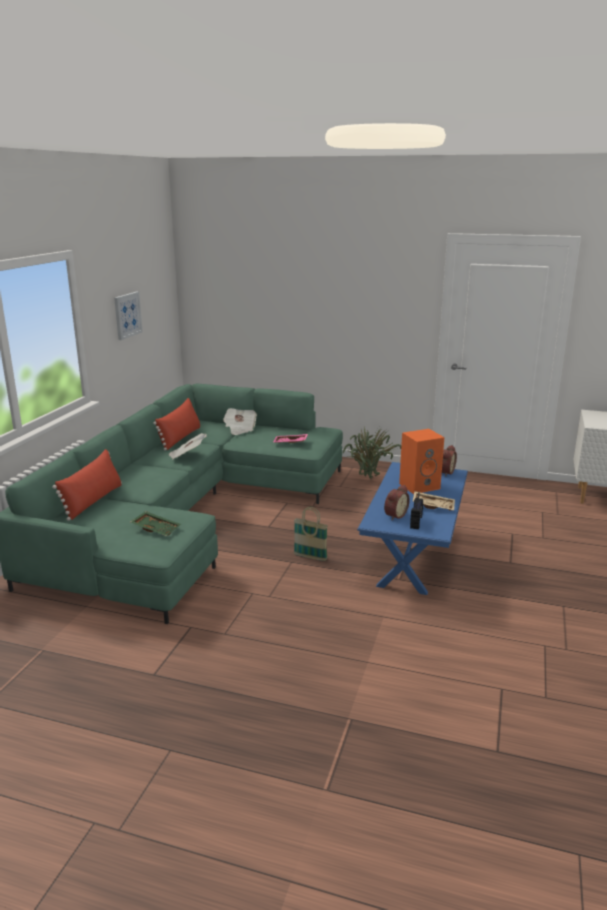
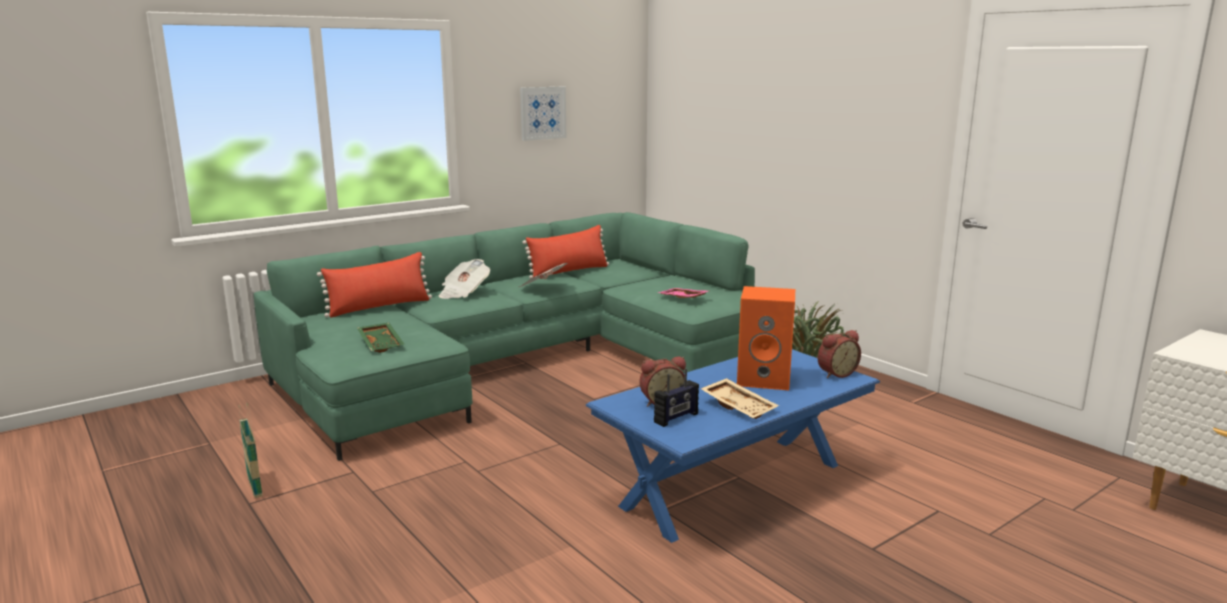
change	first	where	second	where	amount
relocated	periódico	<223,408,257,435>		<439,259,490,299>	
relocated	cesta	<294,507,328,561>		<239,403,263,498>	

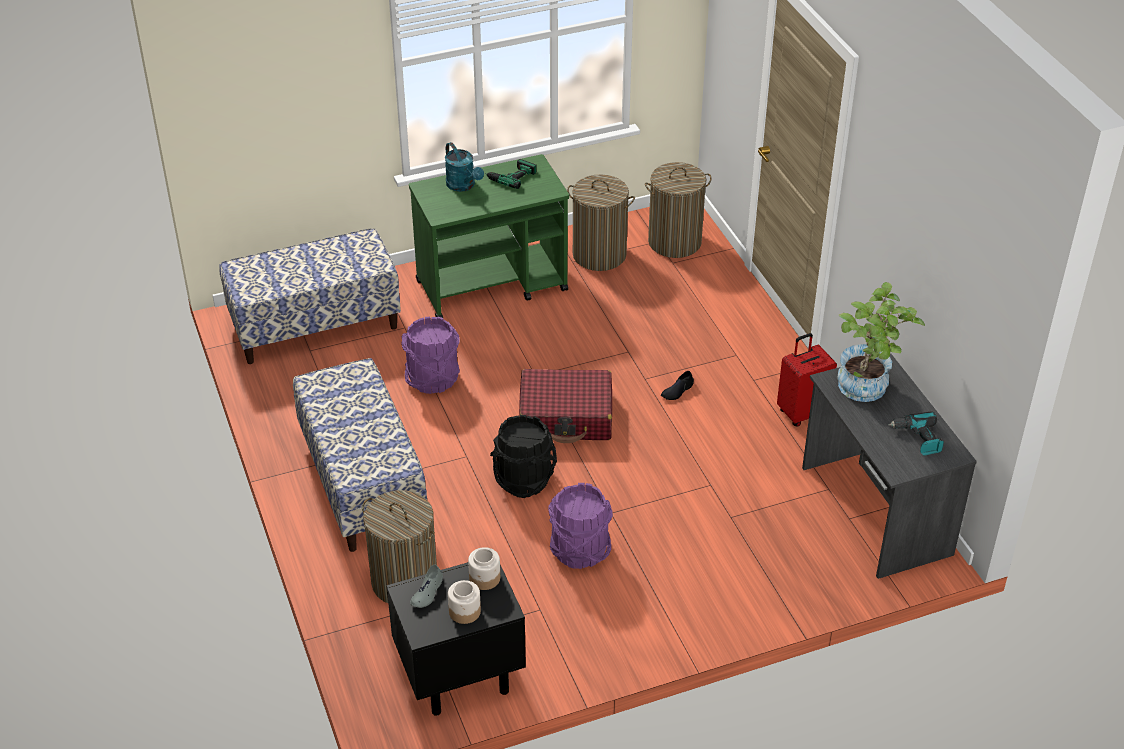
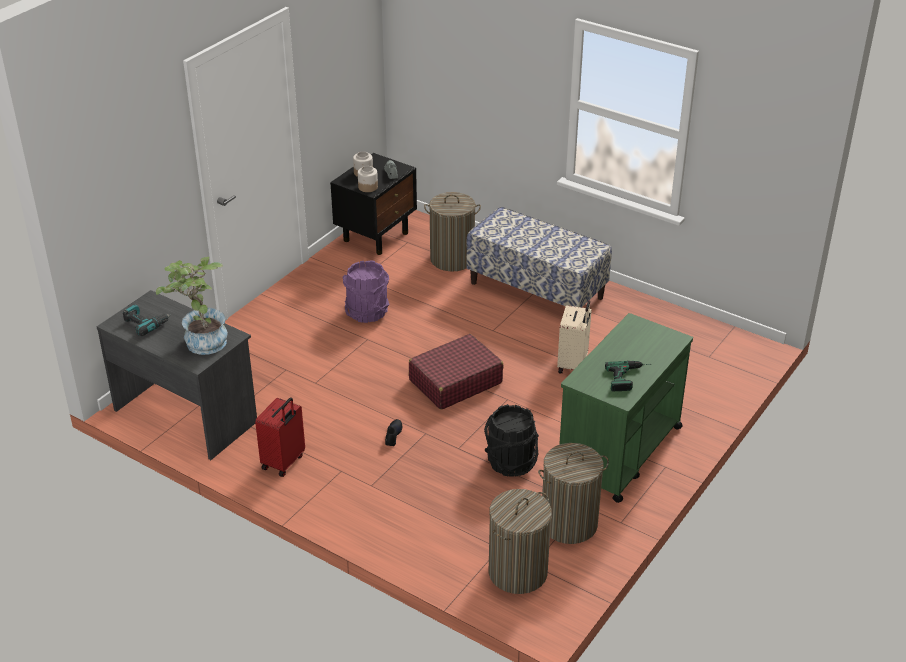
change	first	where	second	where	amount
missing	banco	<219,228,401,364>			
missing	regadera/turquesa	<445,142,484,192>			
relocated	cubo/negro	<490,415,557,498>		<484,404,539,476>	
exchanged	cubo/morado	<401,317,460,394>	maleta/beis	<557,301,592,374>	

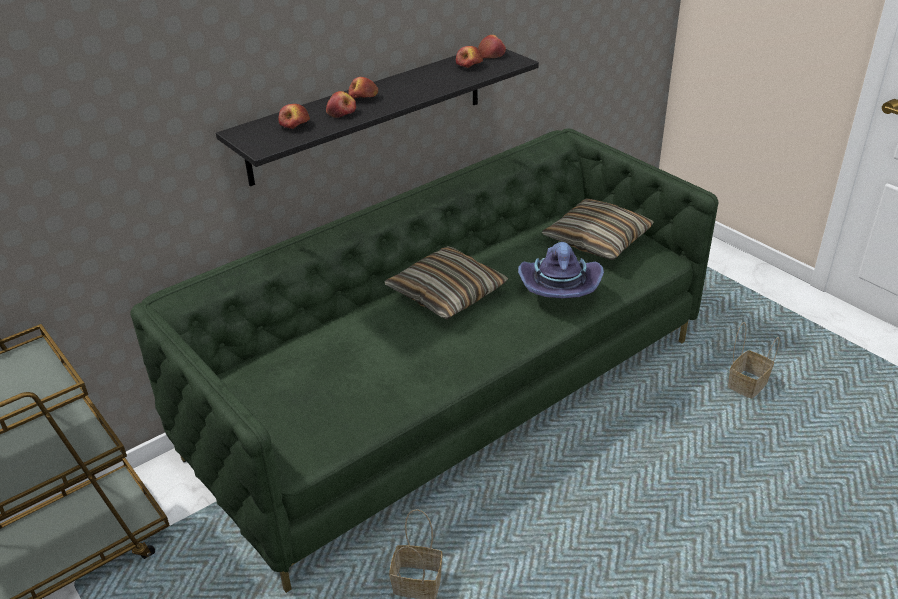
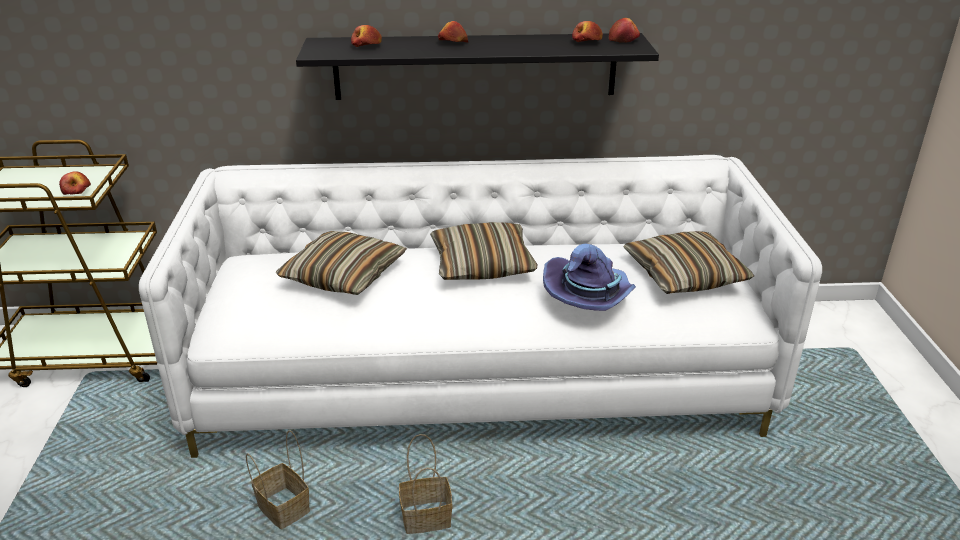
change	first	where	second	where	amount
appeared			cojín	<275,231,407,295>	
relocated	manzana	<326,91,356,118>		<59,171,91,195>	
relocated	cesta	<728,322,780,399>		<399,434,453,534>	
colour	sofá/verde	<130,128,719,593>	sofá/blanco	<139,155,822,458>	

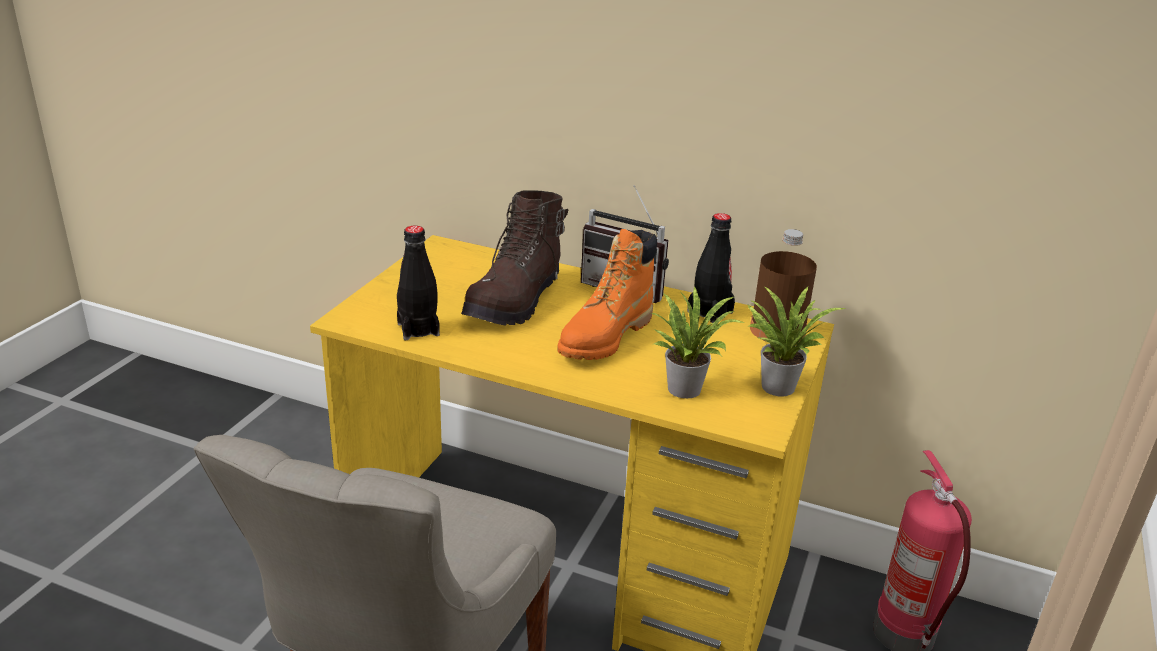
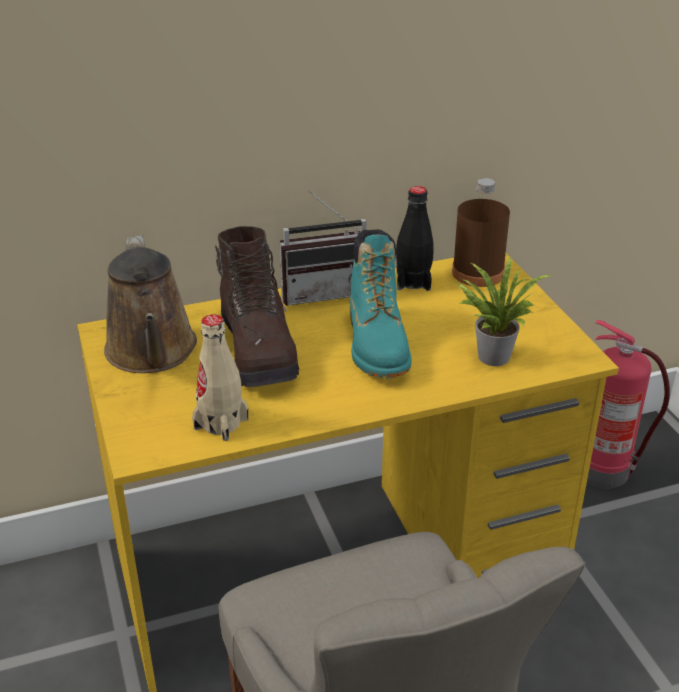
change	first	where	second	where	amount
missing	planta en maceta	<747,286,847,397>			
appeared			regadera/marrón	<104,235,197,373>	
colour	botella/negro	<397,226,440,340>	botella/beis	<192,314,248,441>	
colour	bota/naranja	<557,229,657,360>	bota/turquesa	<350,229,411,379>	

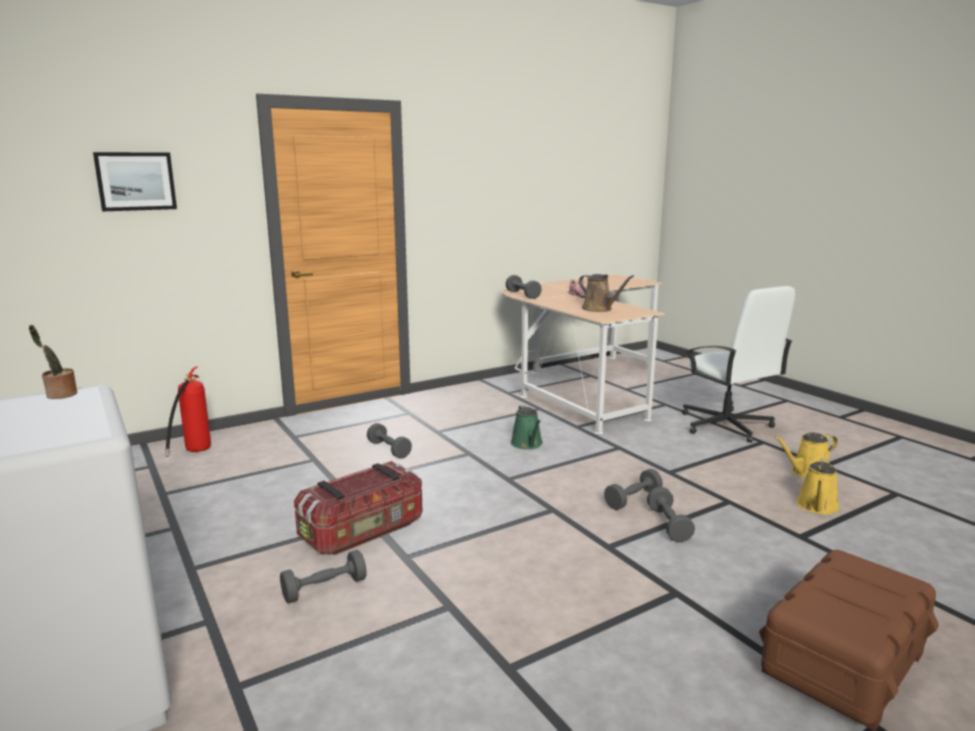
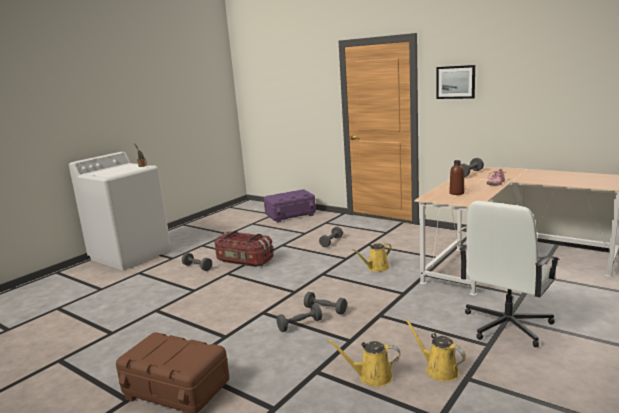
change	first	where	second	where	amount
relocated	cuadro	<93,152,177,211>		<436,65,475,99>	
exchanged	extintor	<165,367,211,457>	caja de almacenaje/morado	<264,189,316,223>	
exchanged	regadera/marrón	<579,274,634,312>	botella/marrón	<449,160,464,195>	
colour	regadera/verde	<511,405,543,449>	regadera/amarillo	<352,243,391,272>	

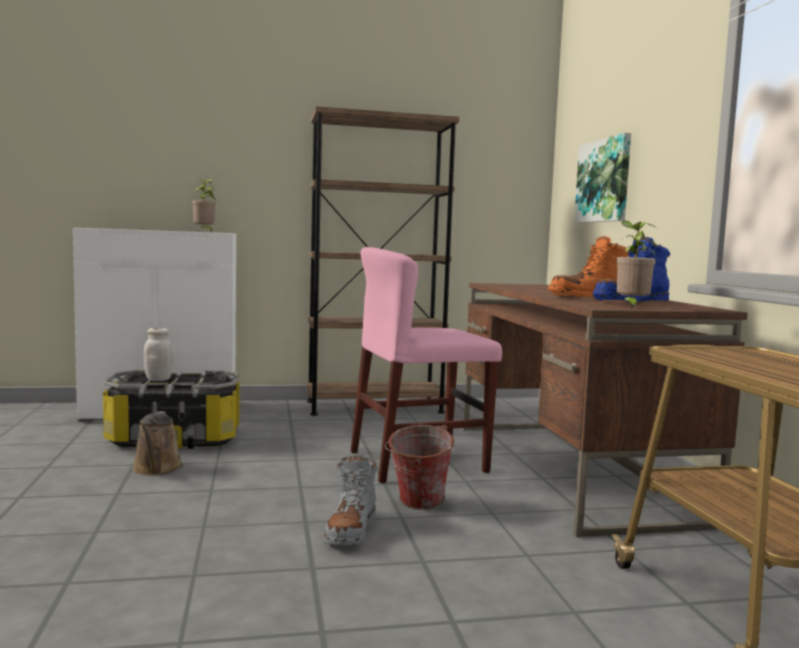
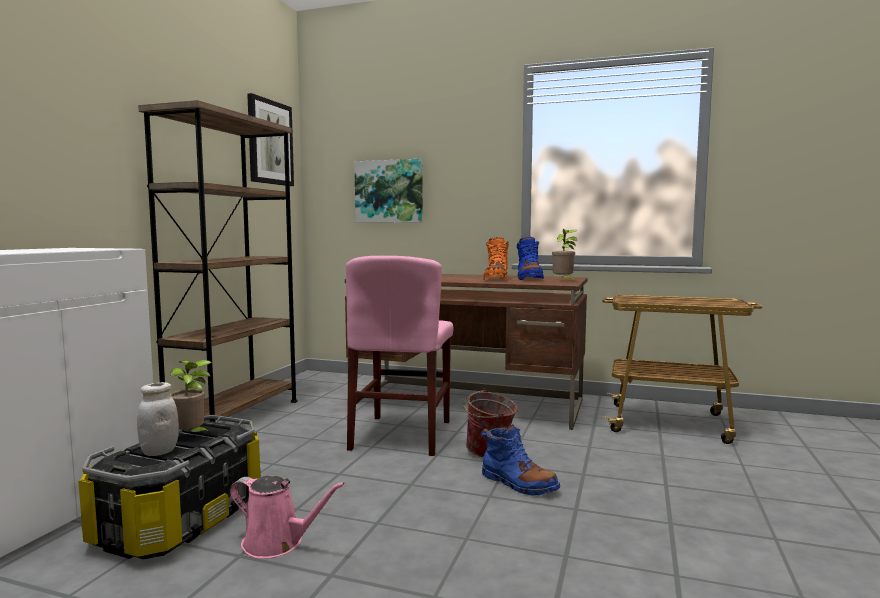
change	first	where	second	where	amount
appeared			cuadro	<247,93,294,186>	
relocated	planta en maceta	<192,178,216,232>		<170,360,212,434>	
colour	regadera/marrón	<132,411,183,476>	regadera/rosa	<230,476,345,559>	
colour	bota/gris	<324,456,377,545>	bota/azul	<480,424,560,496>	

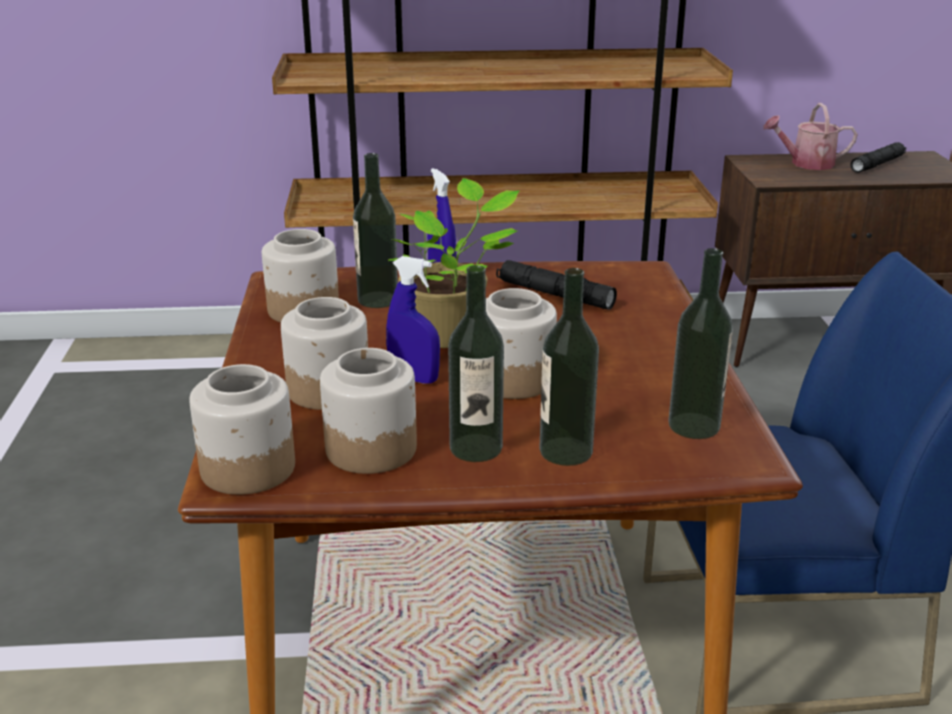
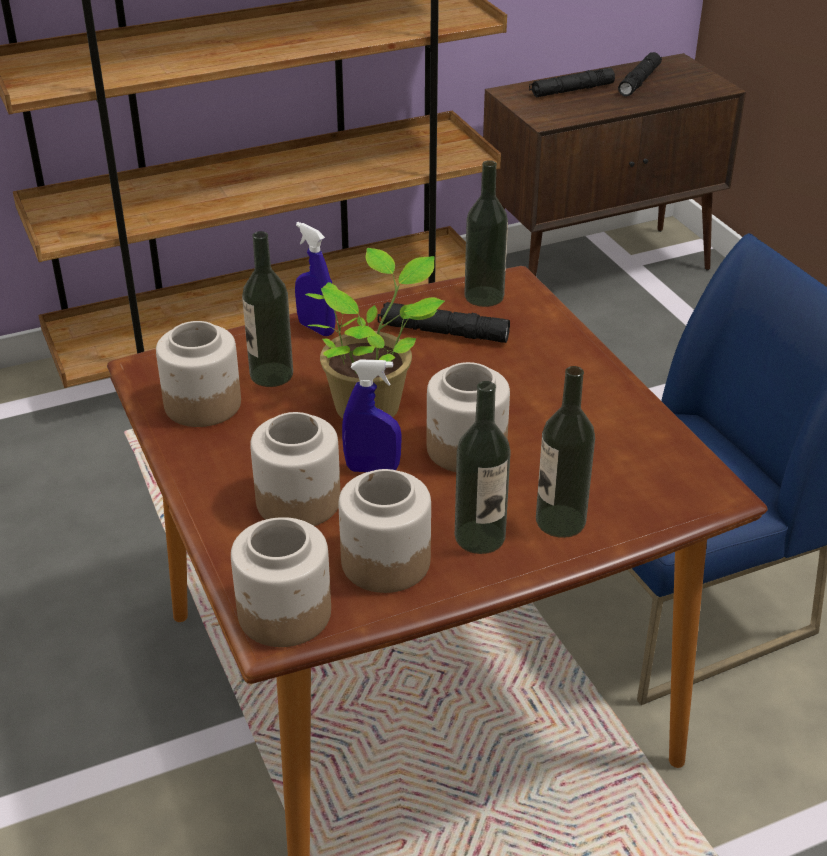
change	first	where	second	where	amount
relocated	botella	<668,248,733,439>		<464,160,508,307>	
exchanged	regadera	<763,103,858,170>	linterna/negro	<529,68,615,97>	

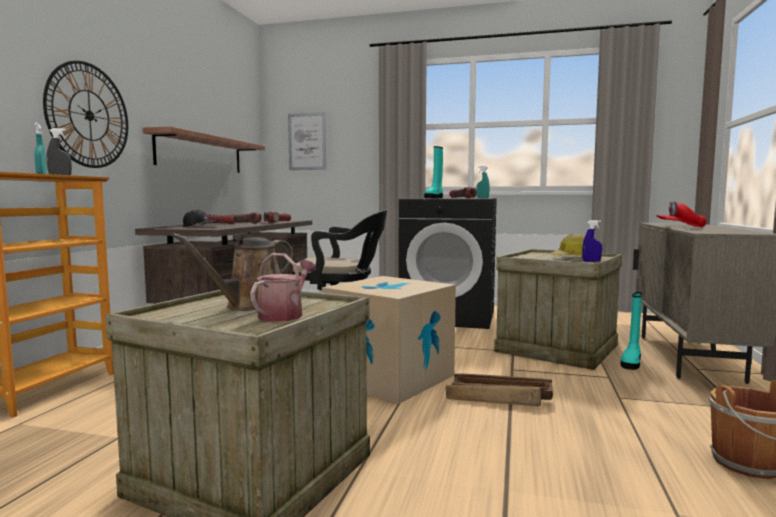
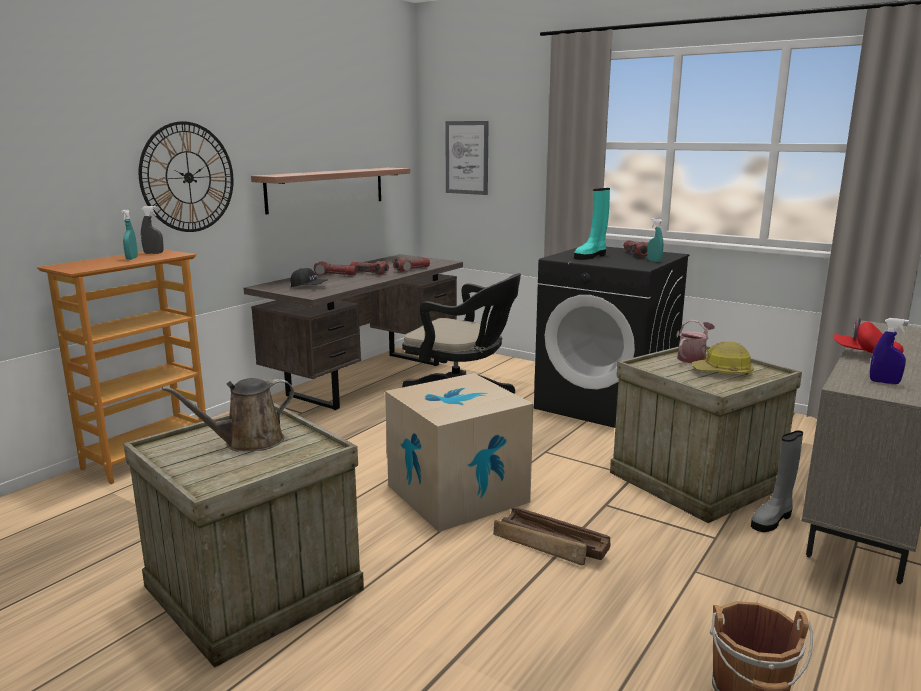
change	first	where	second	where	amount
relocated	regadera	<250,253,316,322>		<677,320,715,363>	
relocated	pulverizador/azul	<582,220,602,262>		<870,318,909,384>	
colour	bota/turquesa	<621,292,642,370>	bota/gris	<751,430,803,532>	

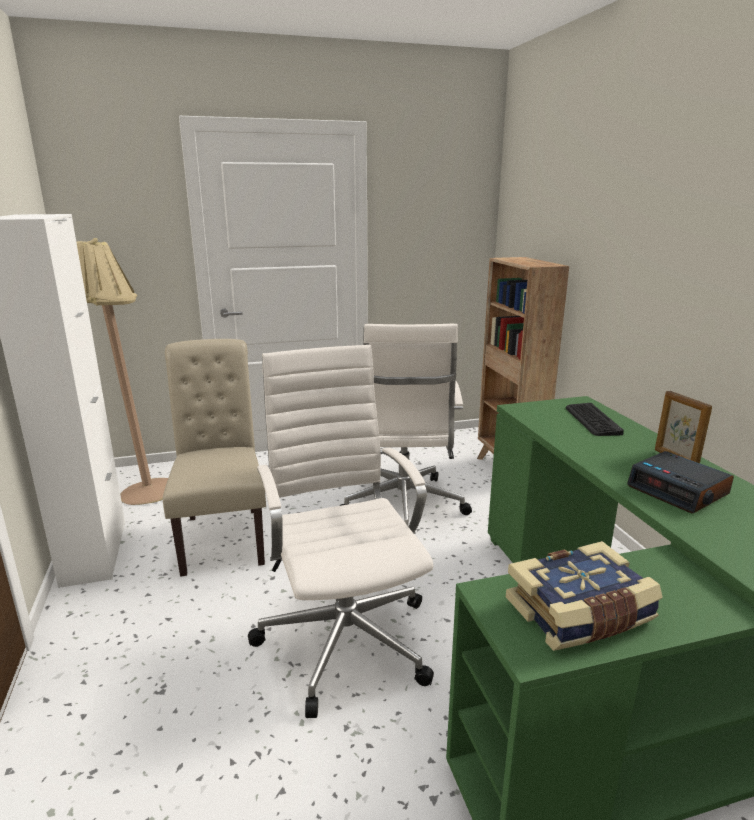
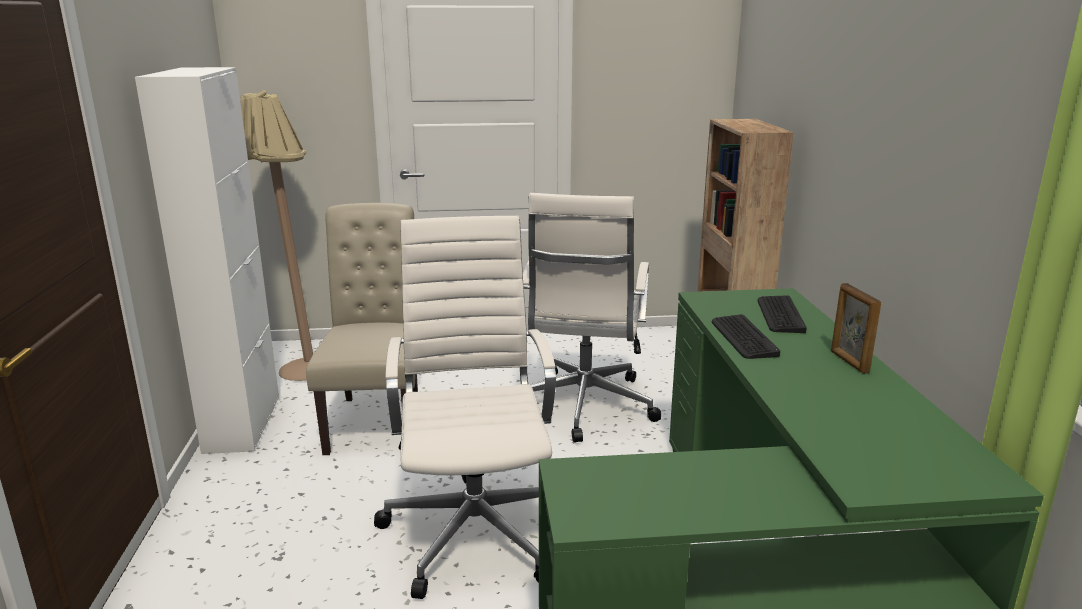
change	first	where	second	where	amount
missing	libro	<506,541,663,651>			
missing	despertador	<627,451,734,514>			
appeared			teclado	<712,314,780,359>	

